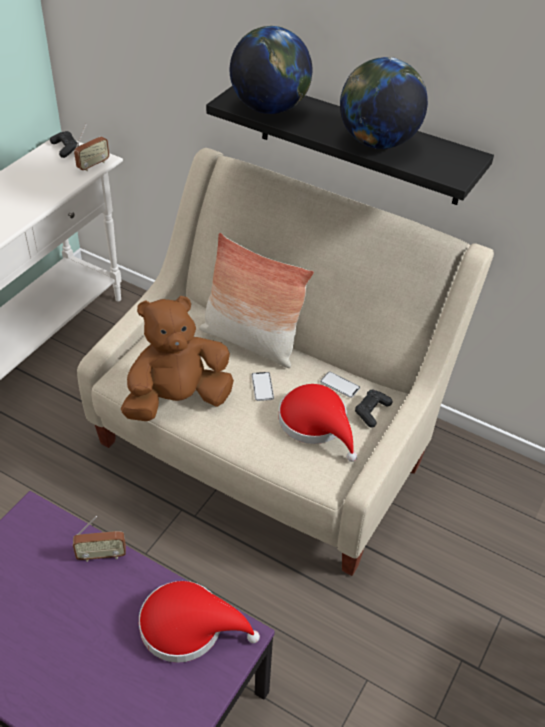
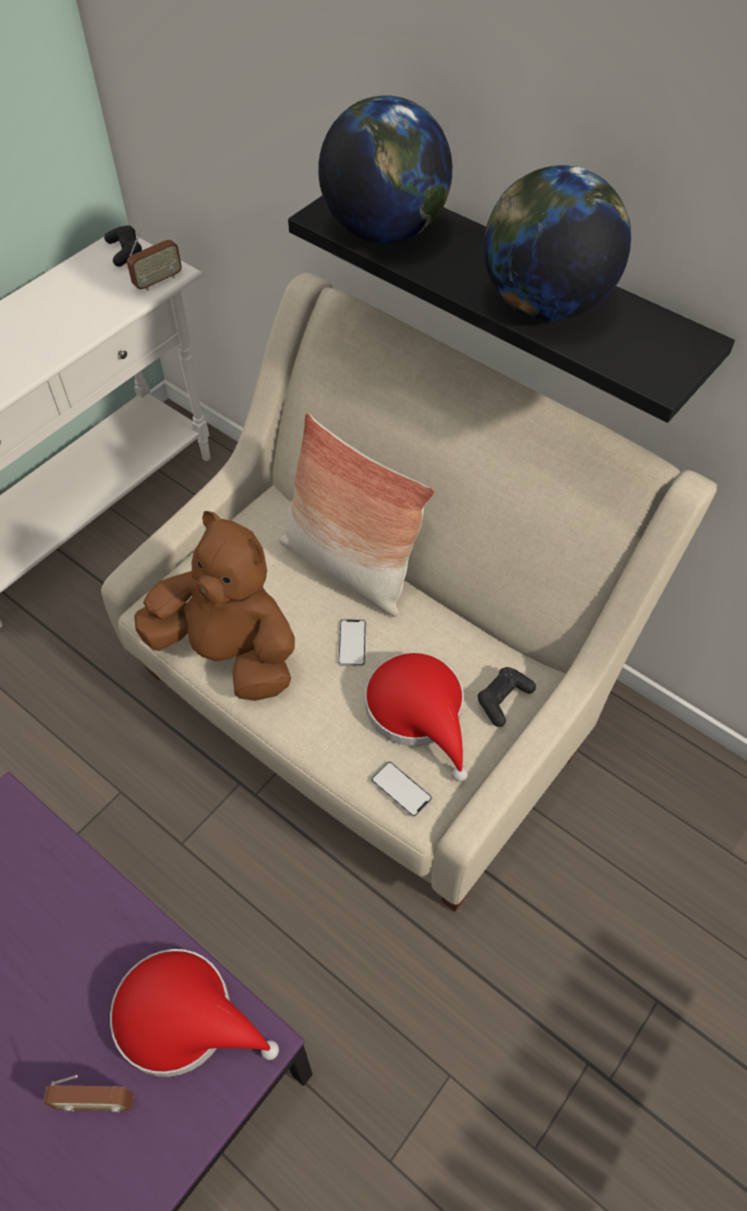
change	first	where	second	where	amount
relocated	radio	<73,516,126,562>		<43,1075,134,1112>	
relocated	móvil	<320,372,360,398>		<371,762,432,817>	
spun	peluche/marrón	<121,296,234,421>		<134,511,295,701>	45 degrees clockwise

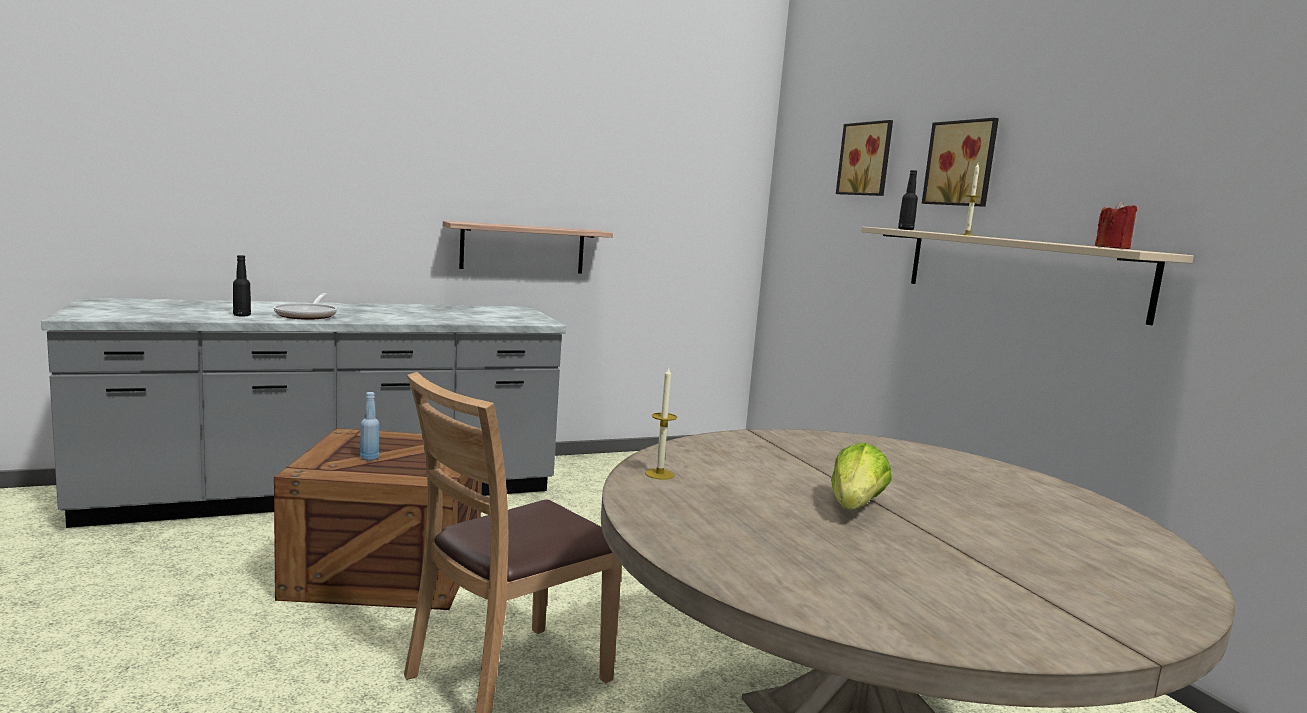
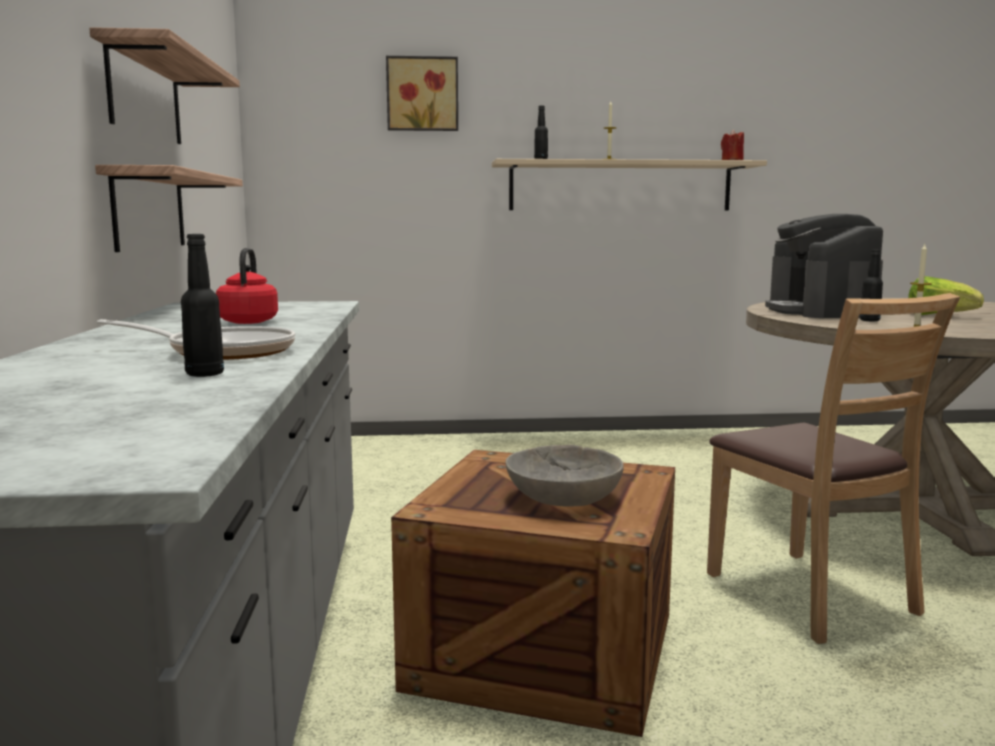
change	first	where	second	where	amount
missing	cuadro	<922,118,999,207>			
appeared			estante	<89,27,240,144>	
appeared			hervidor/rojo	<216,248,278,324>	
appeared			cafetera	<765,214,883,318>	
appeared			botella/negro	<860,249,883,321>	
exchanged	botella/azul	<360,392,379,461>	cuenco/gris	<505,445,624,507>	

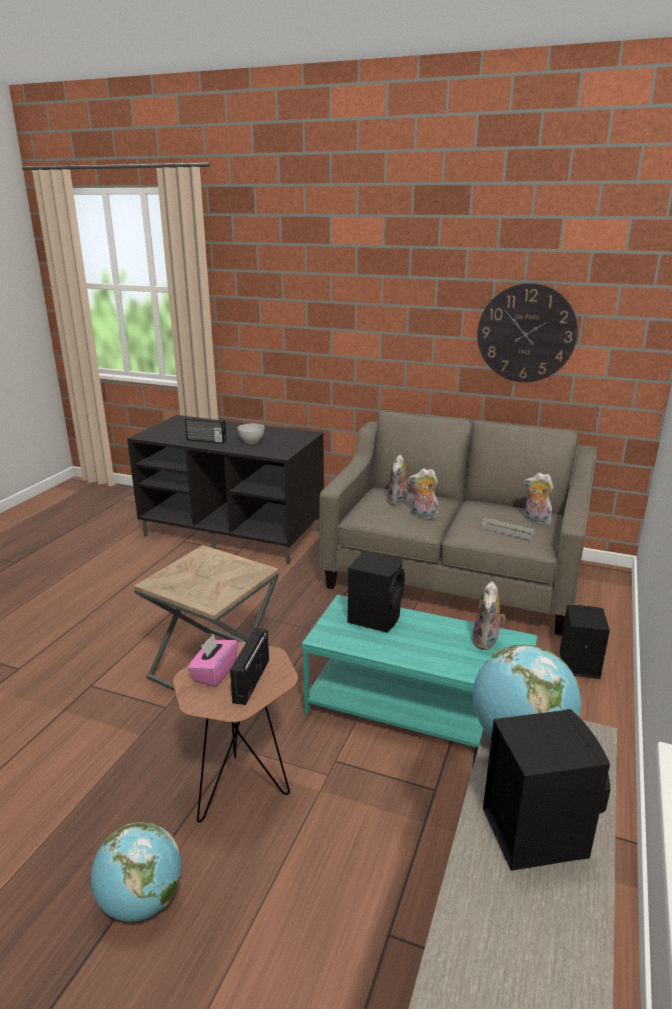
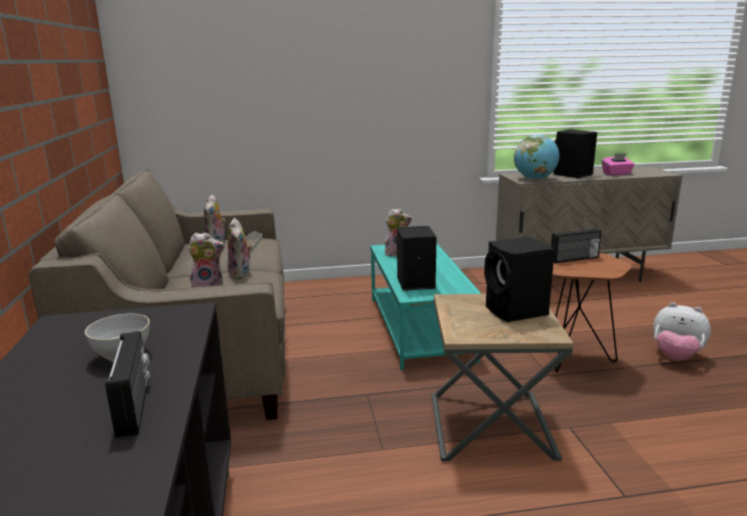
change	first	where	second	where	amount
missing	reloj de pared	<477,283,578,382>			
relocated	caja de pañuelos/rosa	<188,634,238,687>		<602,153,635,176>	
relocated	altavoz/negro	<559,605,610,679>		<484,236,555,322>	
exchanged	globo terráqueo	<91,822,181,922>	peluche	<653,302,711,361>	

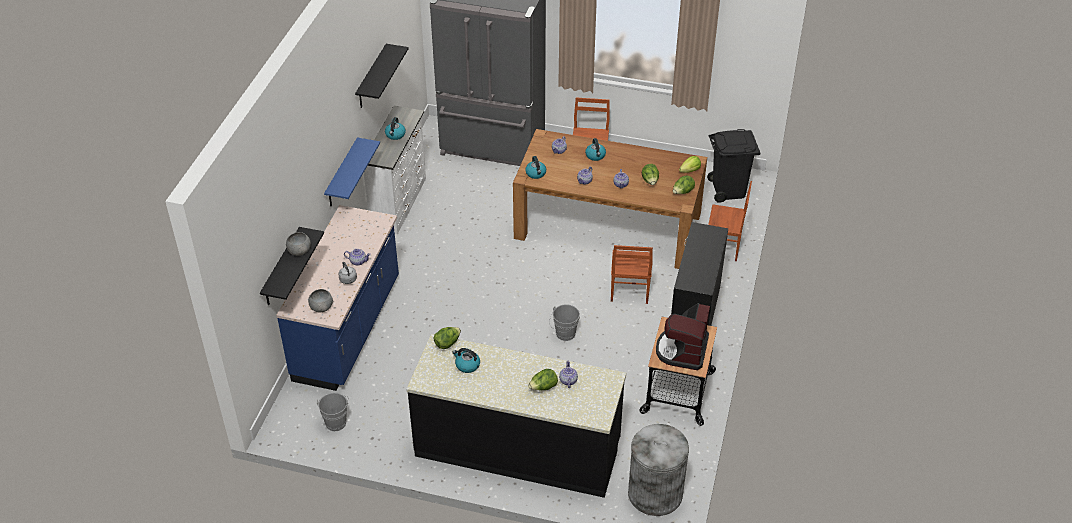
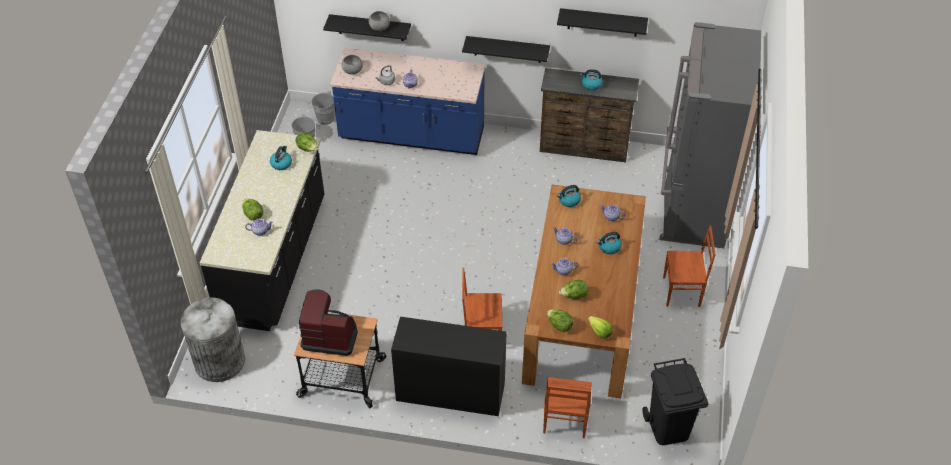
change	first	where	second	where	amount
relocated	cubo/gris	<549,304,580,341>		<308,91,335,125>	
colour	estante/azul	<324,137,380,206>	estante/negro	<462,36,550,63>	
colour	cómoda/blanco	<364,106,426,235>	cómoda/marrón	<540,68,639,163>	

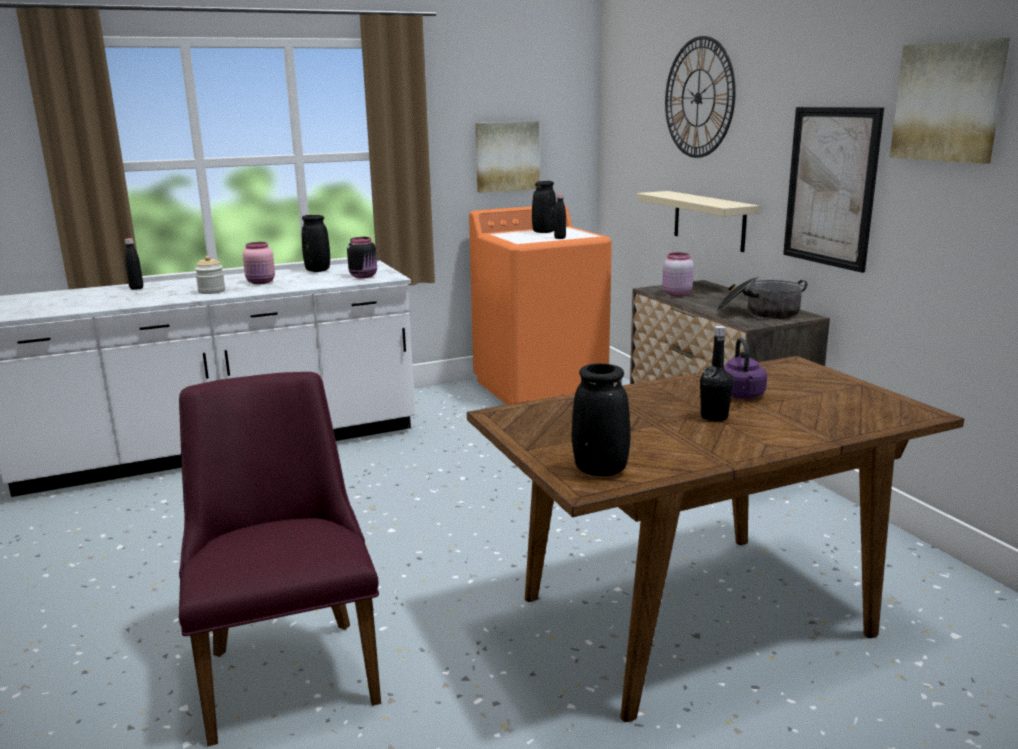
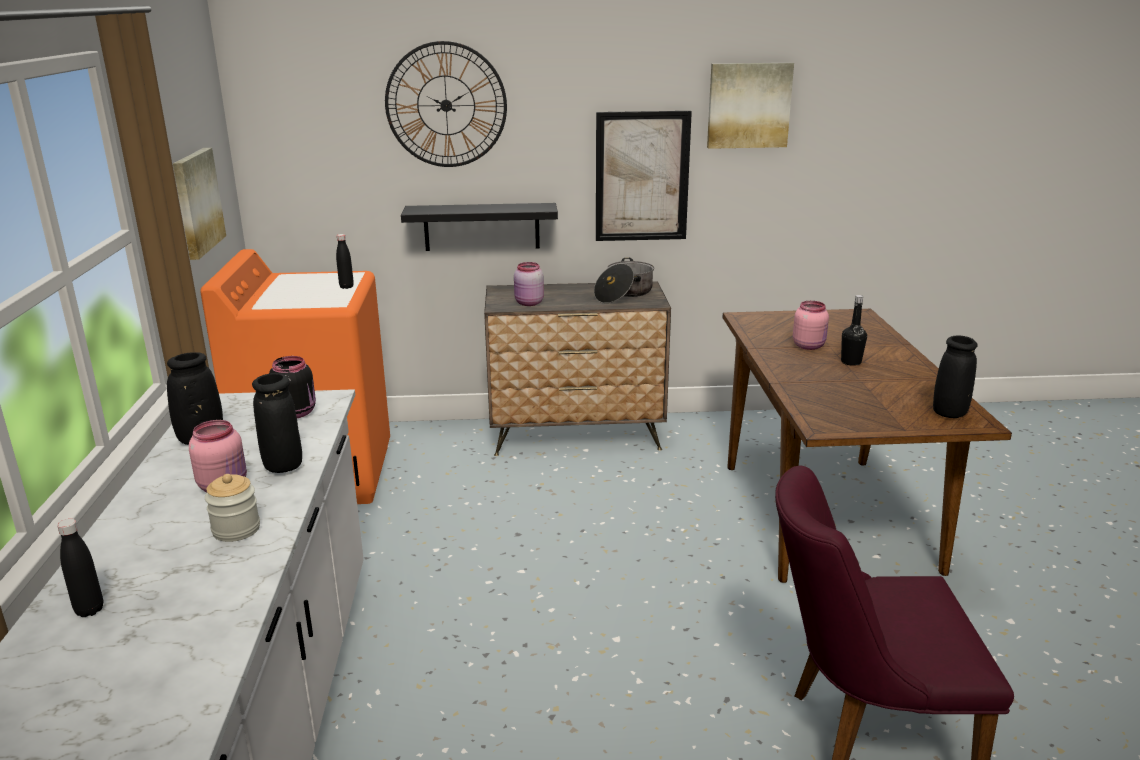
change	first	where	second	where	amount
relocated	florero/negro	<532,181,556,233>		<252,373,302,473>	
exchanged	hervidor/morado	<724,338,767,399>	tarro/rosa	<793,301,829,350>	
colour	estante/beis	<637,191,759,252>	estante/negro	<401,203,558,251>	

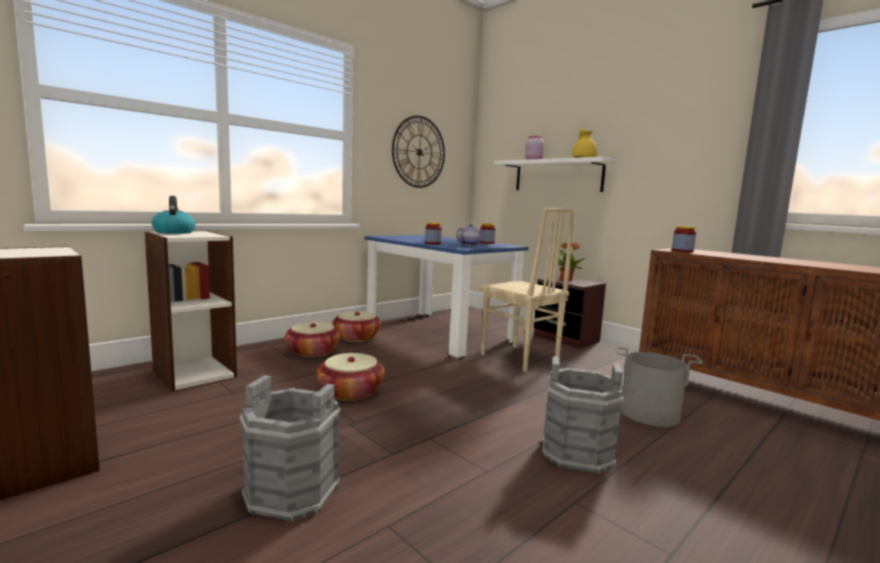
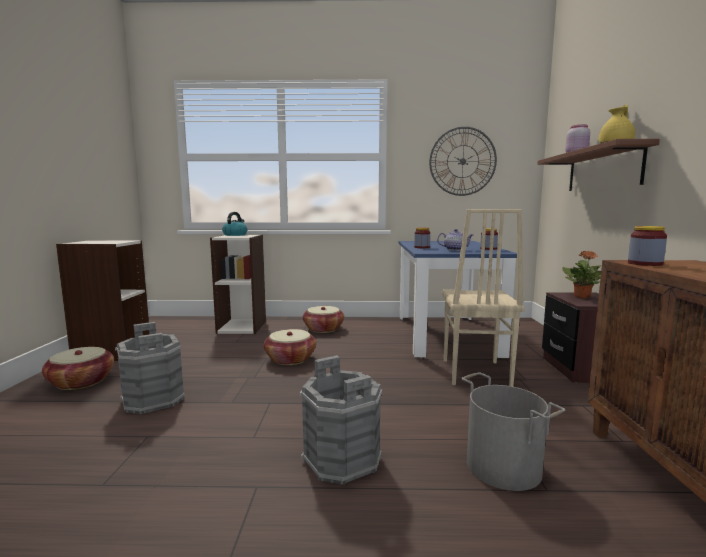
change	first	where	second	where	amount
relocated	cesta	<332,311,381,342>		<42,347,114,390>	
colour	estante/blanco	<494,157,617,192>	estante/marrón	<537,139,660,191>	

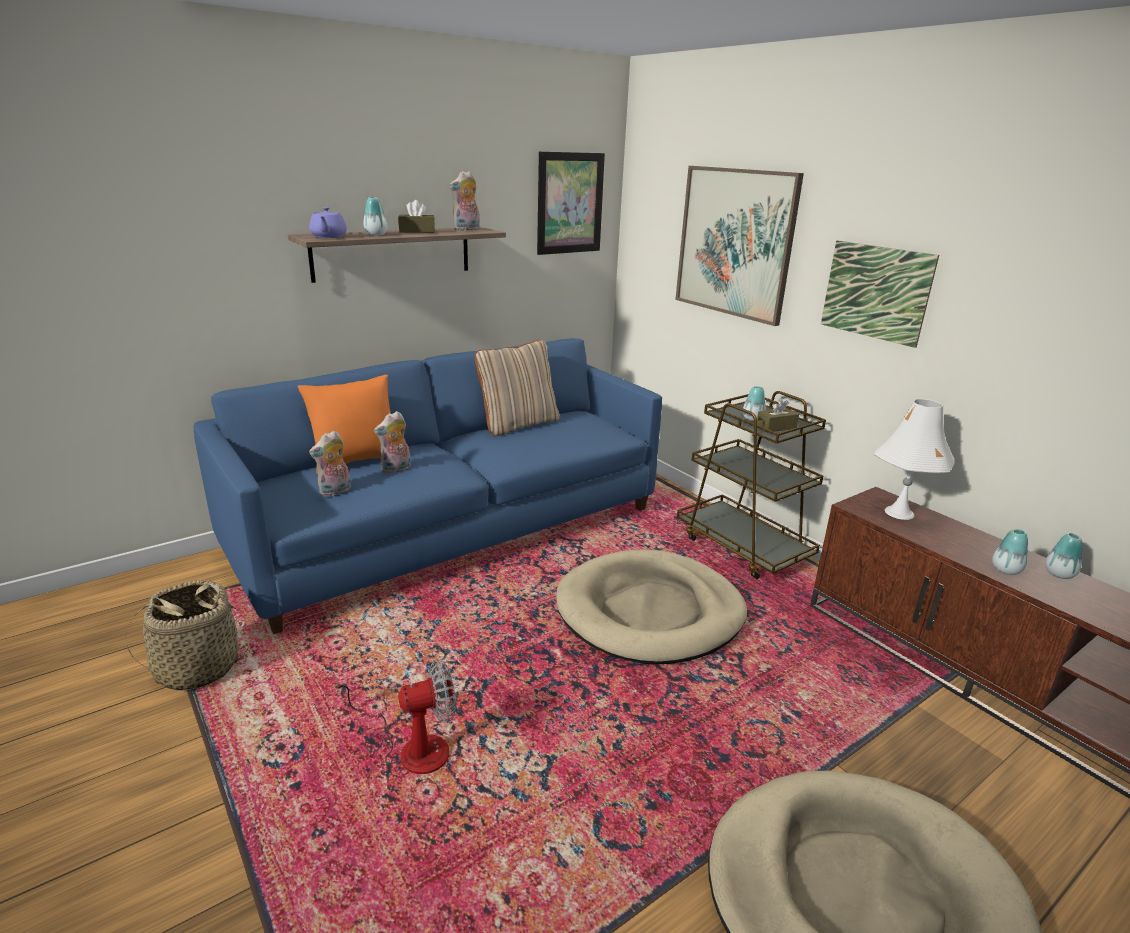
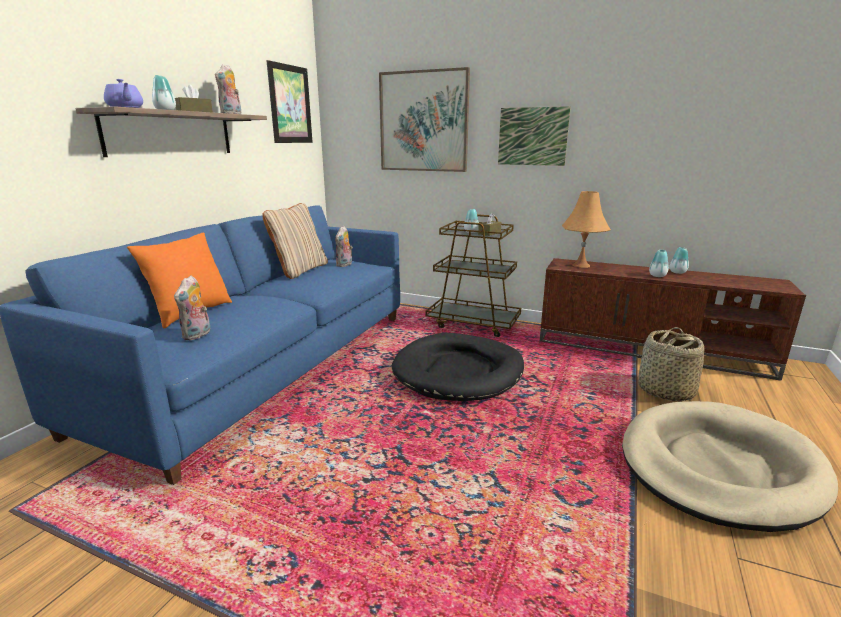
change	first	where	second	where	amount
missing	ventilador	<336,660,456,774>			
relocated	cesta	<126,580,249,691>		<638,327,704,401>	
relocated	peluche	<374,411,411,473>		<335,226,353,267>	
colour	cama para perro/beis	<556,549,747,664>	cama para perro/negro	<392,333,524,401>	
colour	lámpara de mesa/blanco	<874,399,955,520>	lámpara de mesa/naranja	<562,191,611,268>	

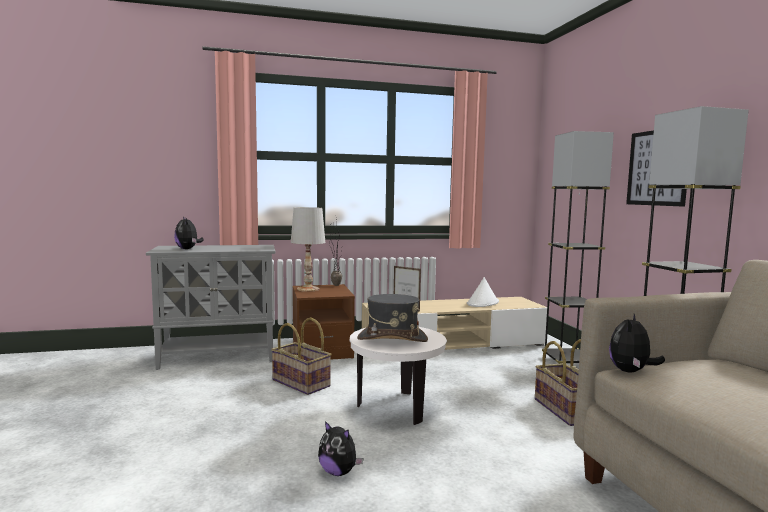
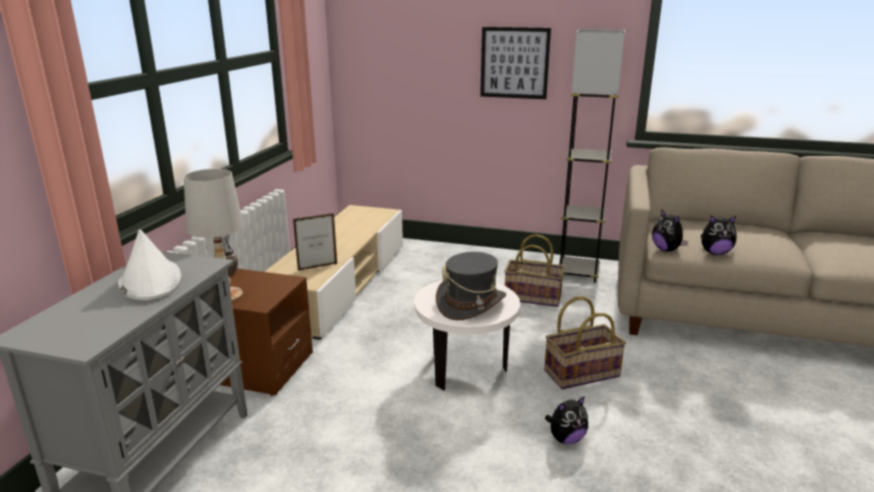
change	first	where	second	where	amount
missing	lámpara de pie/gris	<542,131,614,364>			
relocated	peluche	<174,217,204,249>		<700,215,737,255>	
relocated	cesta	<271,317,332,395>		<544,297,626,389>	
relocated	sombrero/blanco	<467,277,499,307>		<118,229,182,301>	

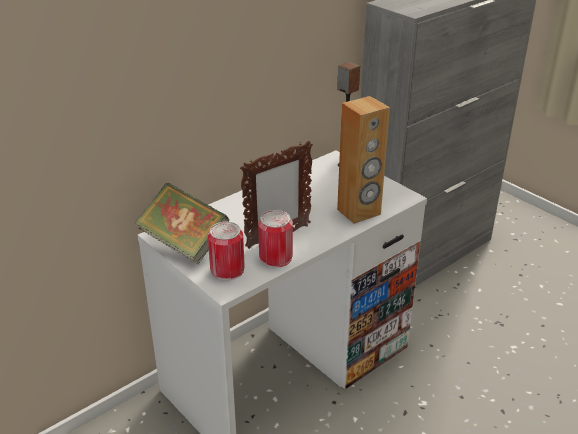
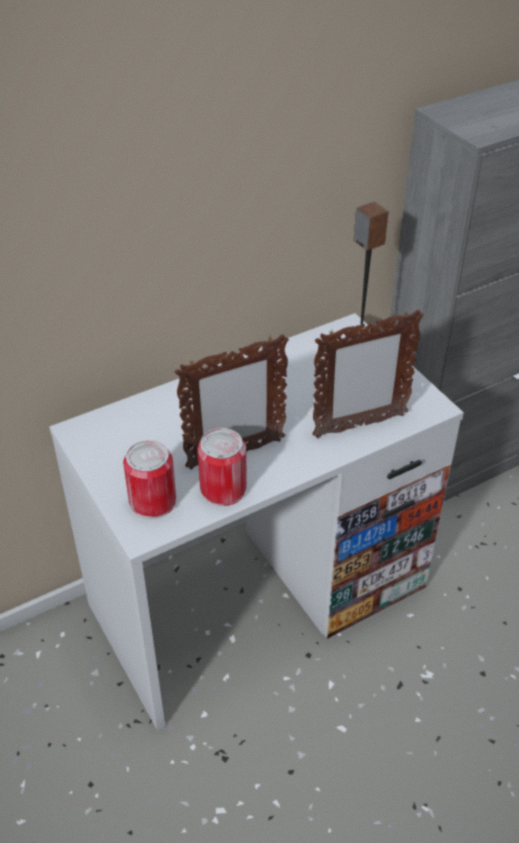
change	first	where	second	where	amount
missing	libro	<134,183,229,264>			
exchanged	altavoz/marrón	<337,96,390,224>	portarretratos	<312,310,424,438>	

